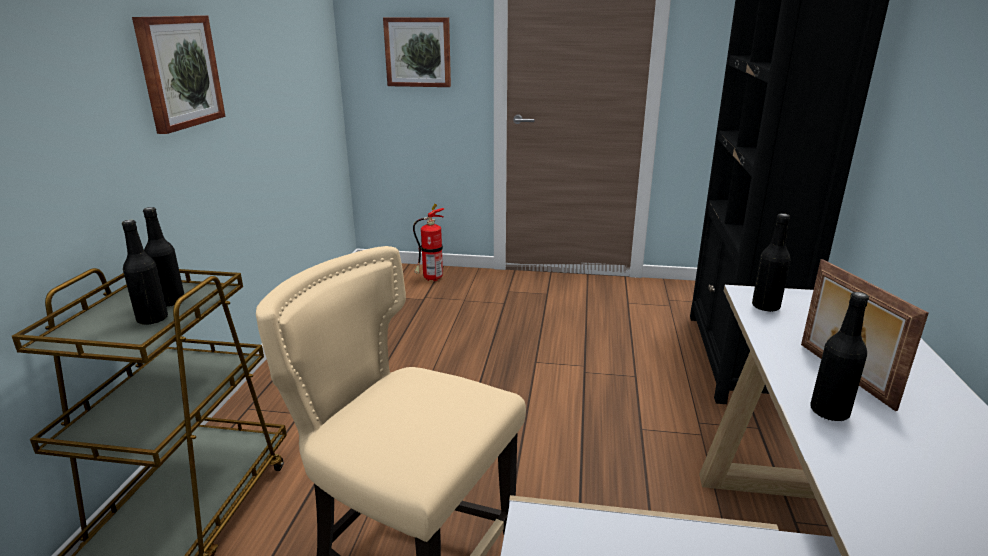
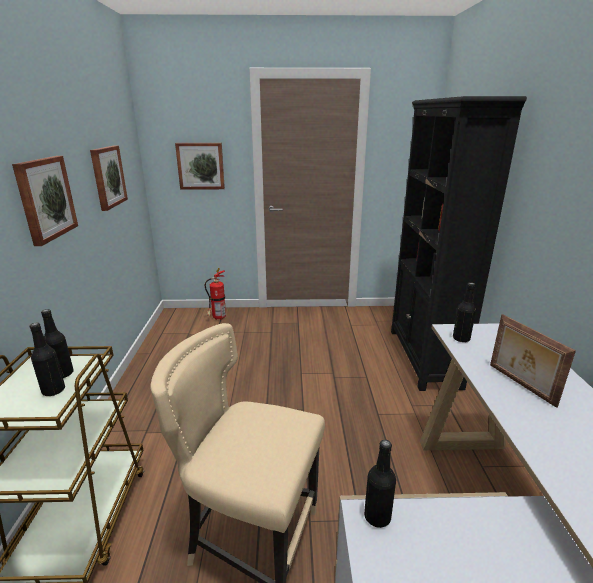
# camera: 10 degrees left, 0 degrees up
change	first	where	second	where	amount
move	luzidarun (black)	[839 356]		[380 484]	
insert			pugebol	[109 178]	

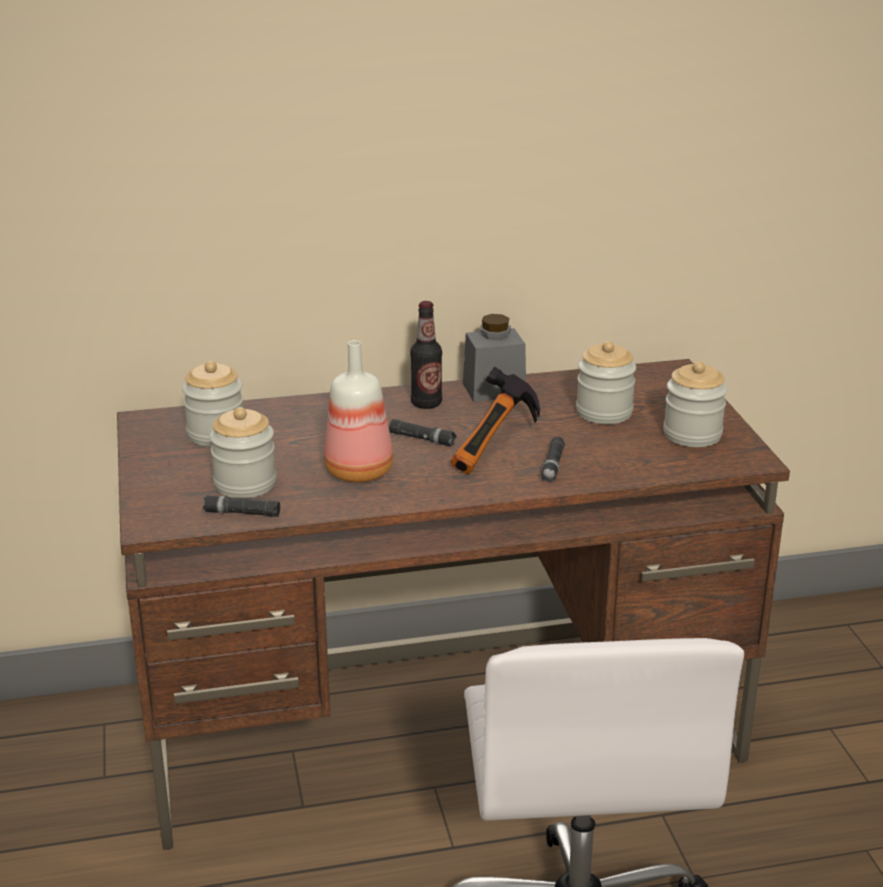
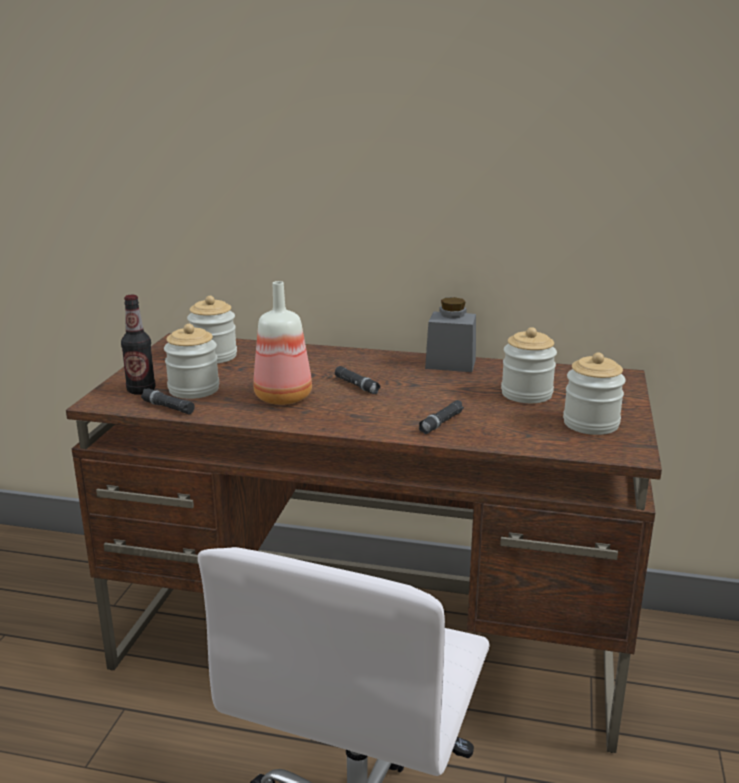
# camera: 25 degrees right, 5 degrees down
change	first	where	second	where	amount
move	luzidarun	[426 355]		[138 345]	
delete	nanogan	[495 420]			

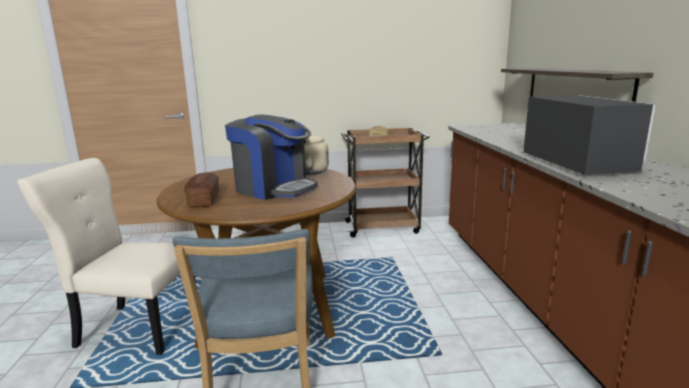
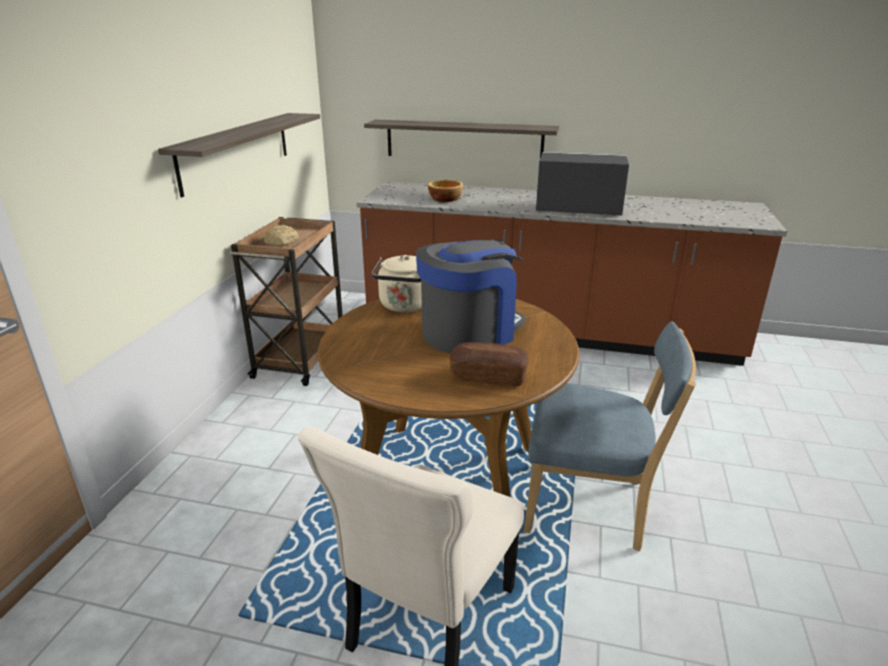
# camera: 70 degrees left, 10 degrees up
change	first	where	second	where	amount
insert			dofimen	[239 155]	
insert			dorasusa	[445 191]	

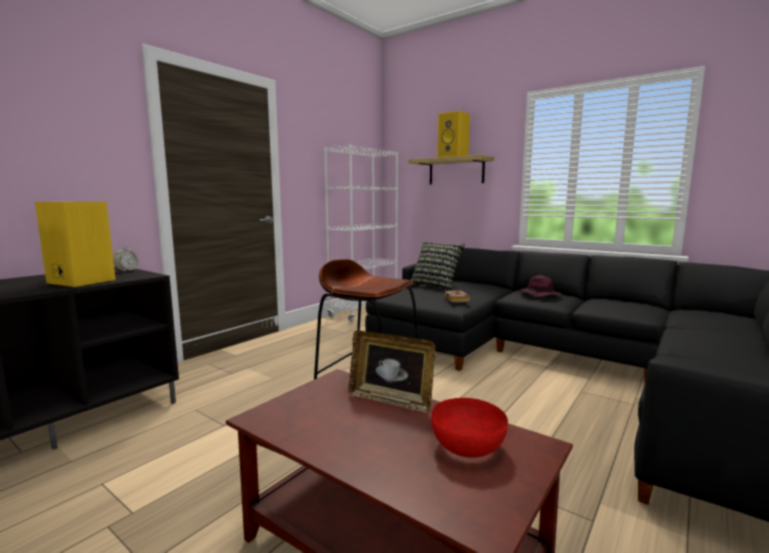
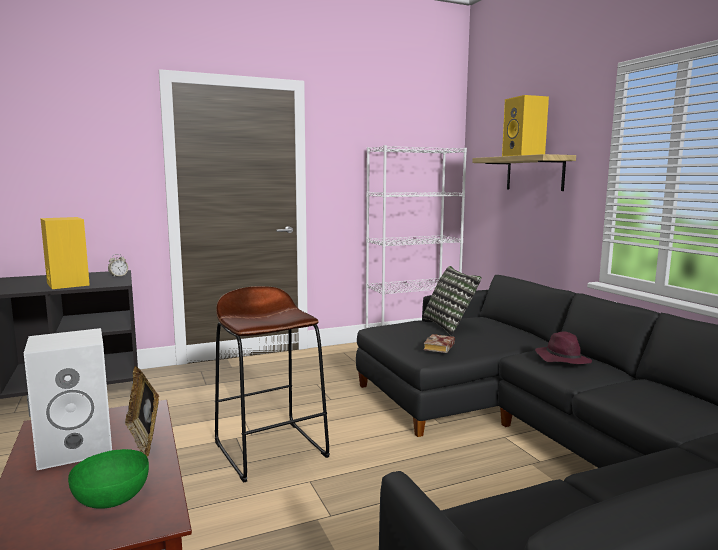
# camera: 30 degrees right, 0 degrees up
change	first	where	second	where	amount
recolor	dorasusa (red)	[469 428]	dorasusa (green)	[108 479]	
insert			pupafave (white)	[68 399]	

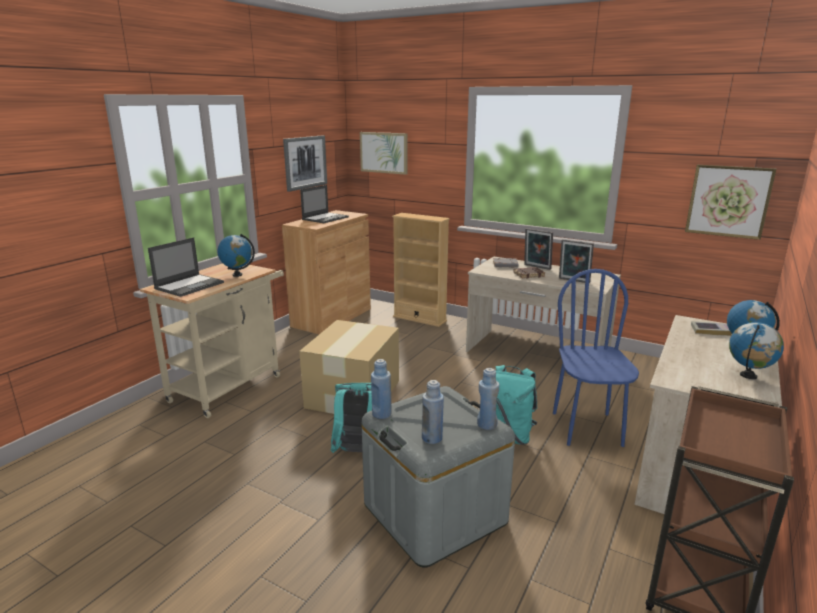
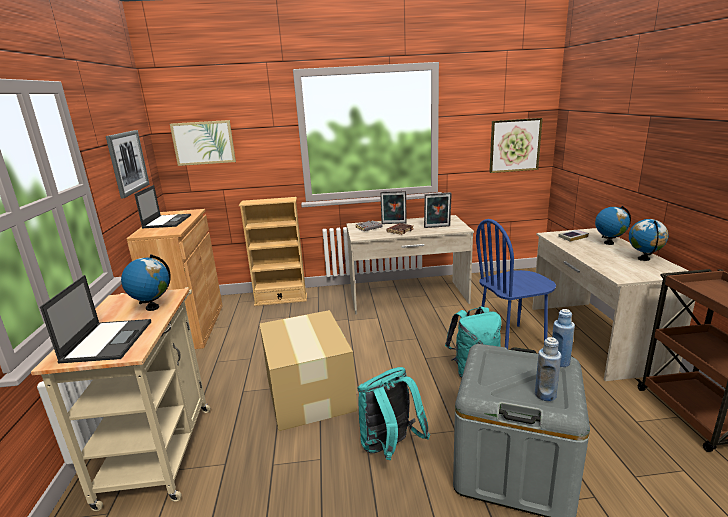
# camera: 35 degrees left, 0 degrees up
change	first	where	second	where	amount
delete	luzidarun (blue)	[381 389]			
rotate	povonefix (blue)	[596 358]		[516 284]	75 degrees counterclockwise

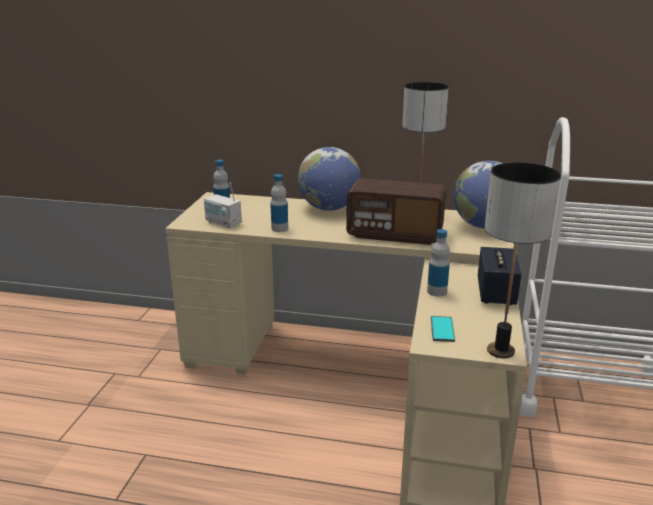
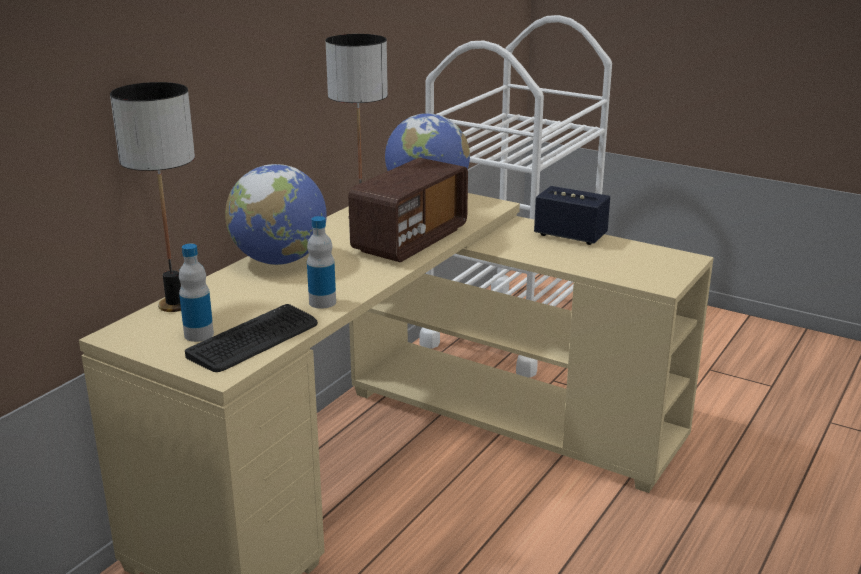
# camera: 70 degrees left, 0 degrees up
change	first	where	second	where	amount
replace	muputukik	[223 205]	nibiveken	[251 338]	
delete	luzidarun	[438 263]			
delete	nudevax	[443 329]			
move	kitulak	[523 260]		[152 197]	

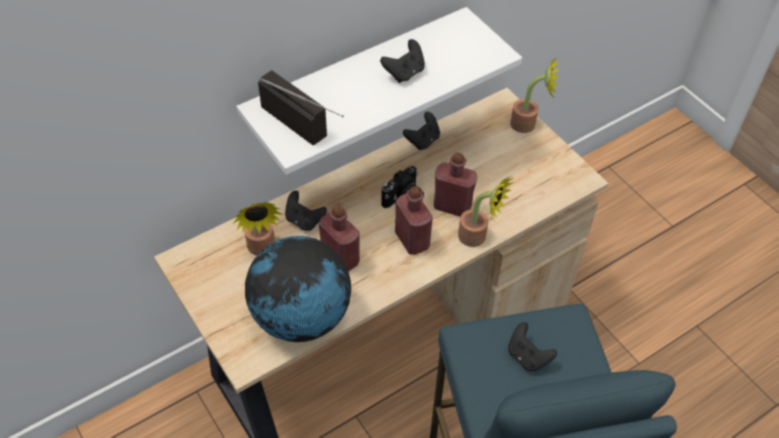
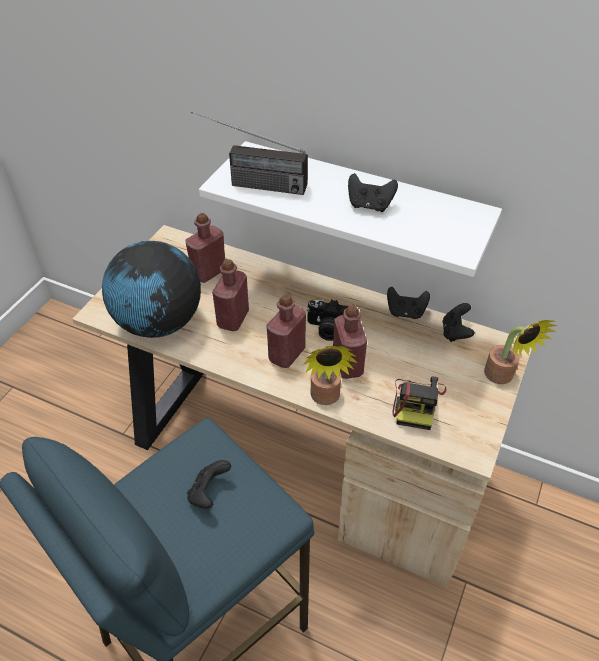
# camera: 60 degrees right, 5 degrees down
change	first	where	second	where	amount
replace	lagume	[258 229]	luzidarun (red)	[205 248]	
rotate	muputukik	[301 107]		[249 153]	90 degrees clockwise
move	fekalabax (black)	[306 210]		[458 322]	
insert			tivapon	[419 403]	

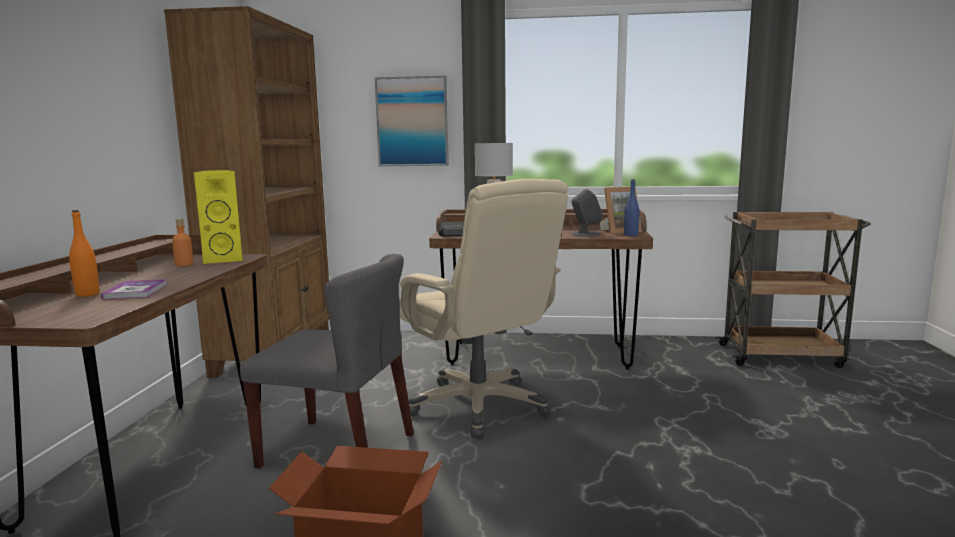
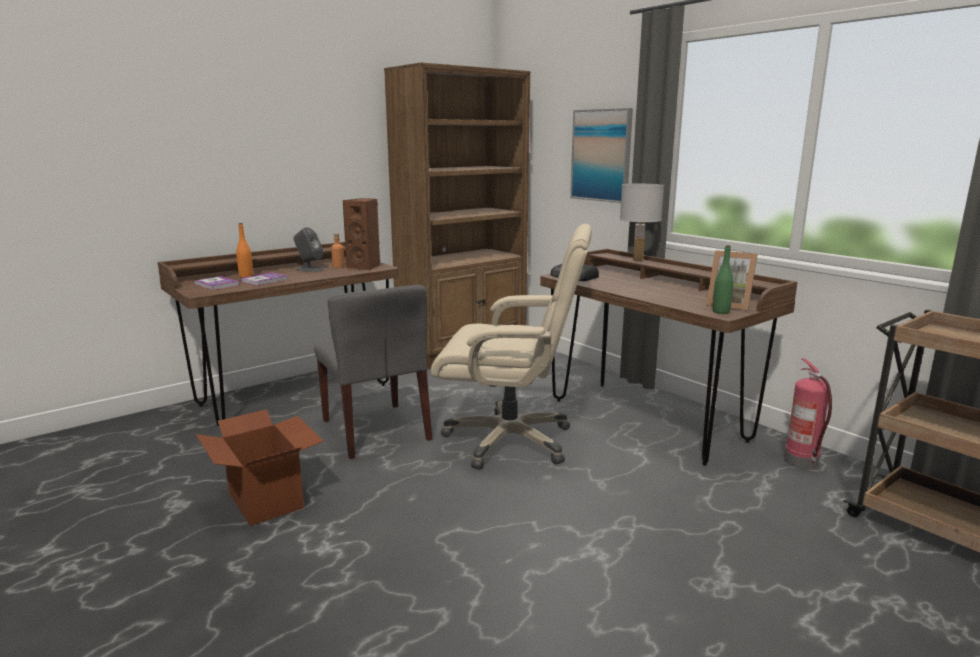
# camera: 45 degrees right, 5 degrees up
change	first	where	second	where	amount
recolor	pupafave (yellow)	[218 217]	pupafave (brown)	[361 234]	
rotate	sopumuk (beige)	[483 308]		[511 346]	90 degrees counterclockwise
move	pupafave (grey)	[586 213]		[308 249]	
recolor	luzidarun (blue)	[631 207]	luzidarun (green)	[723 279]	
insert			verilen	[217 283]	
insert			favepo	[808 414]	

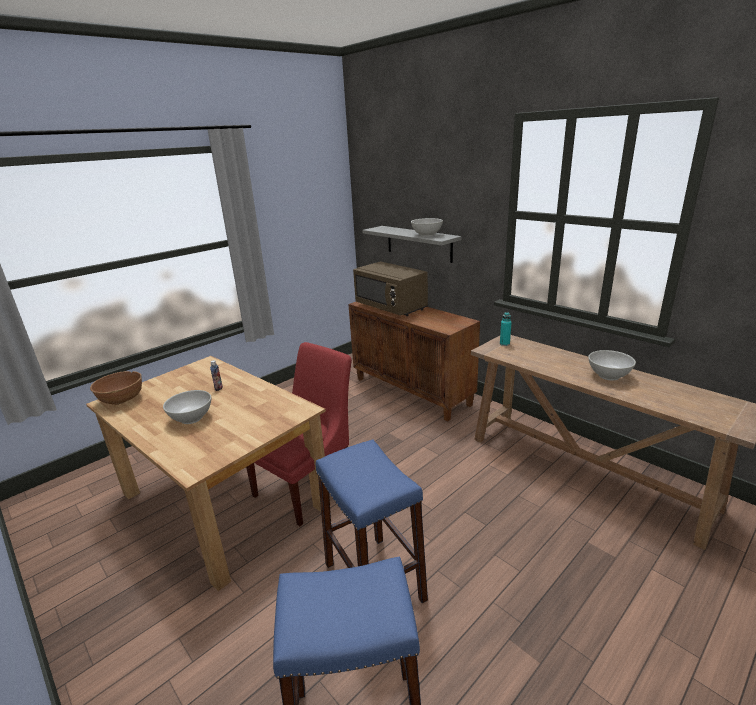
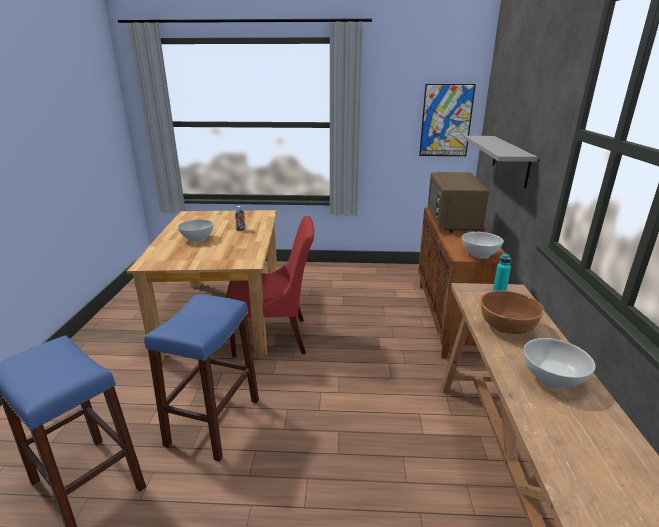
# camera: 45 degrees right, 0 degrees up
change	first	where	second	where	amount
move	dorasusa (brown)	[116 388]		[512 312]	
move	dorasusa (white)	[427 227]		[483 245]	
insert			pugebol	[447 120]	

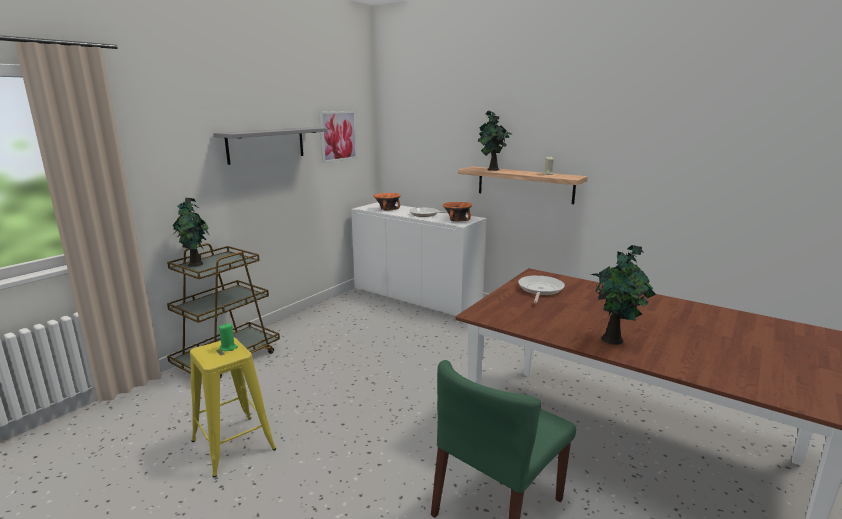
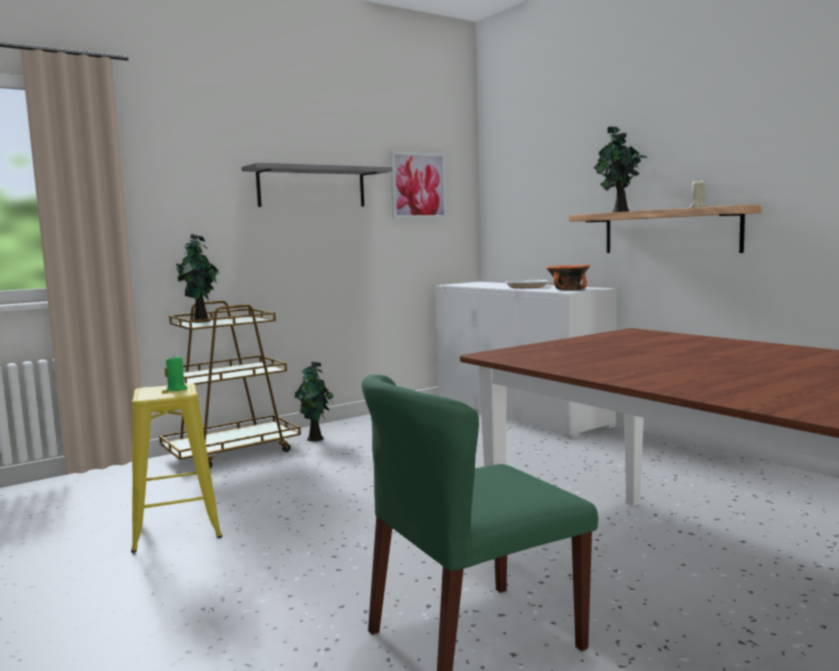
# camera: 20 degrees right, 10 degrees down
change	first	where	second	where	amount
delete	dorasusa (orange)	[387 202]			
delete	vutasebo	[541 289]			
move	lagume	[623 295]		[314 401]	

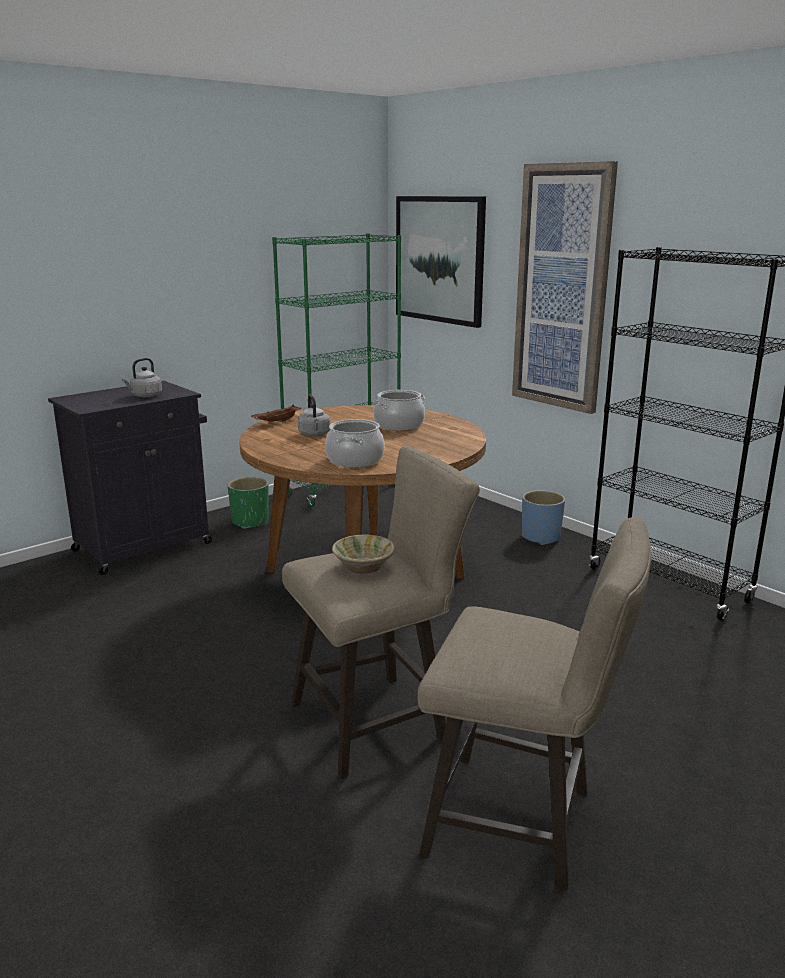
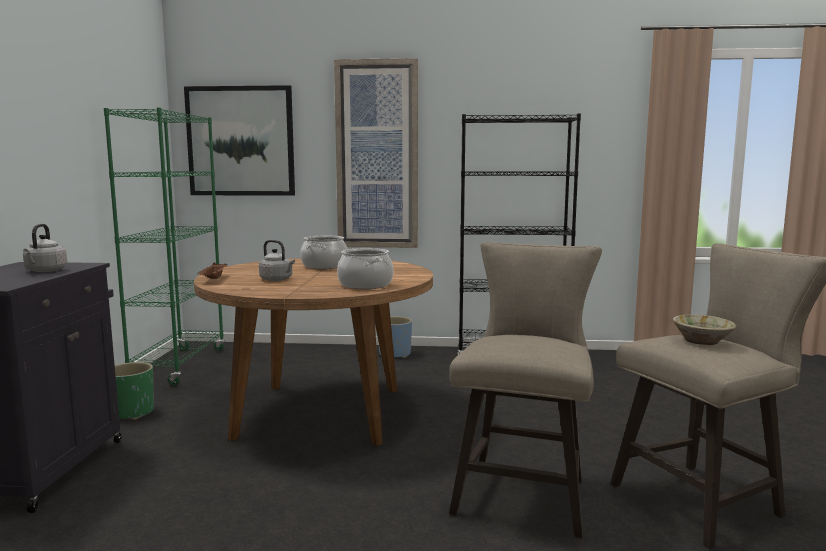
# camera: 45 degrees left, 10 degrees down
change	first	where	second	where	amount
move	dorasusa (beige)	[363 554]		[704 330]	

